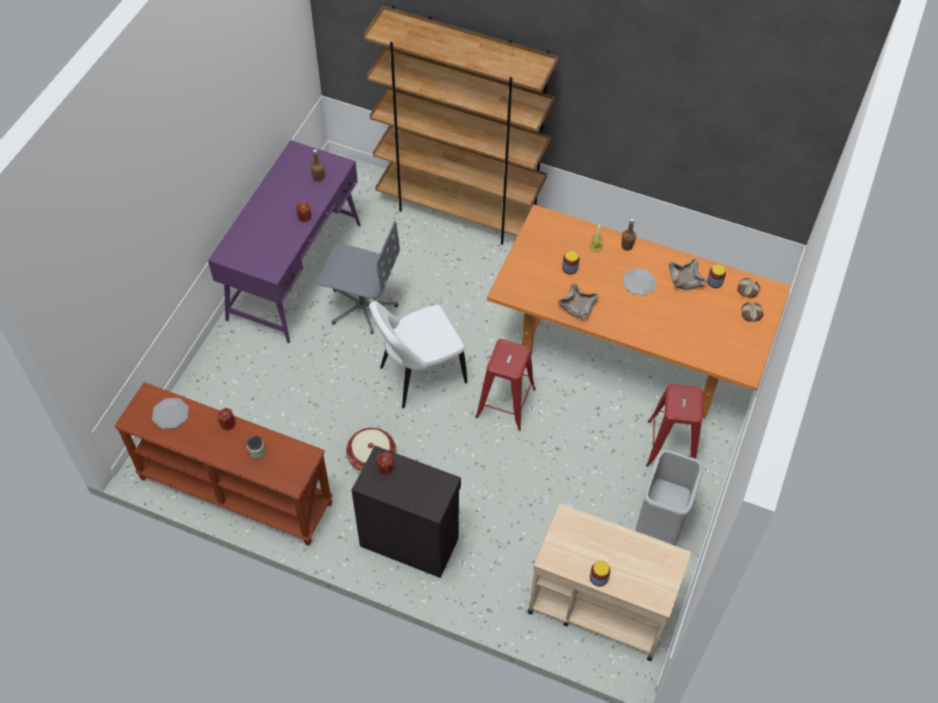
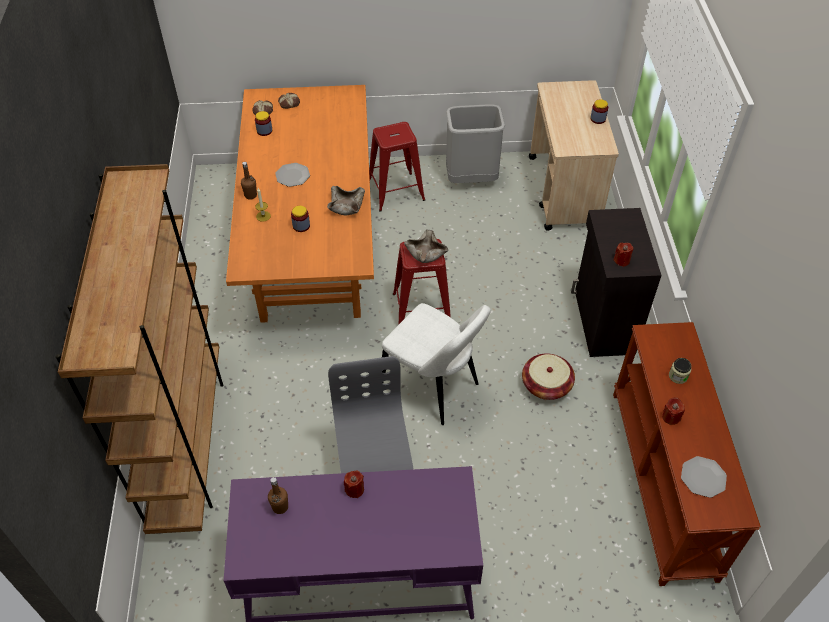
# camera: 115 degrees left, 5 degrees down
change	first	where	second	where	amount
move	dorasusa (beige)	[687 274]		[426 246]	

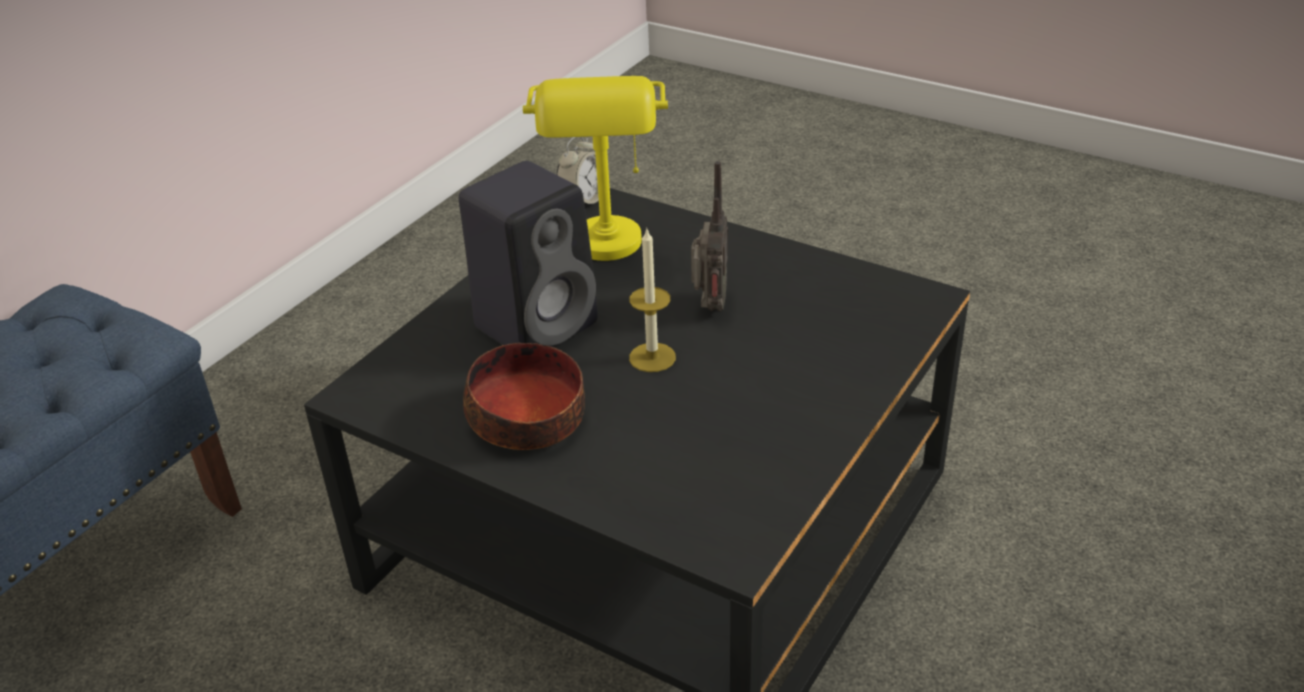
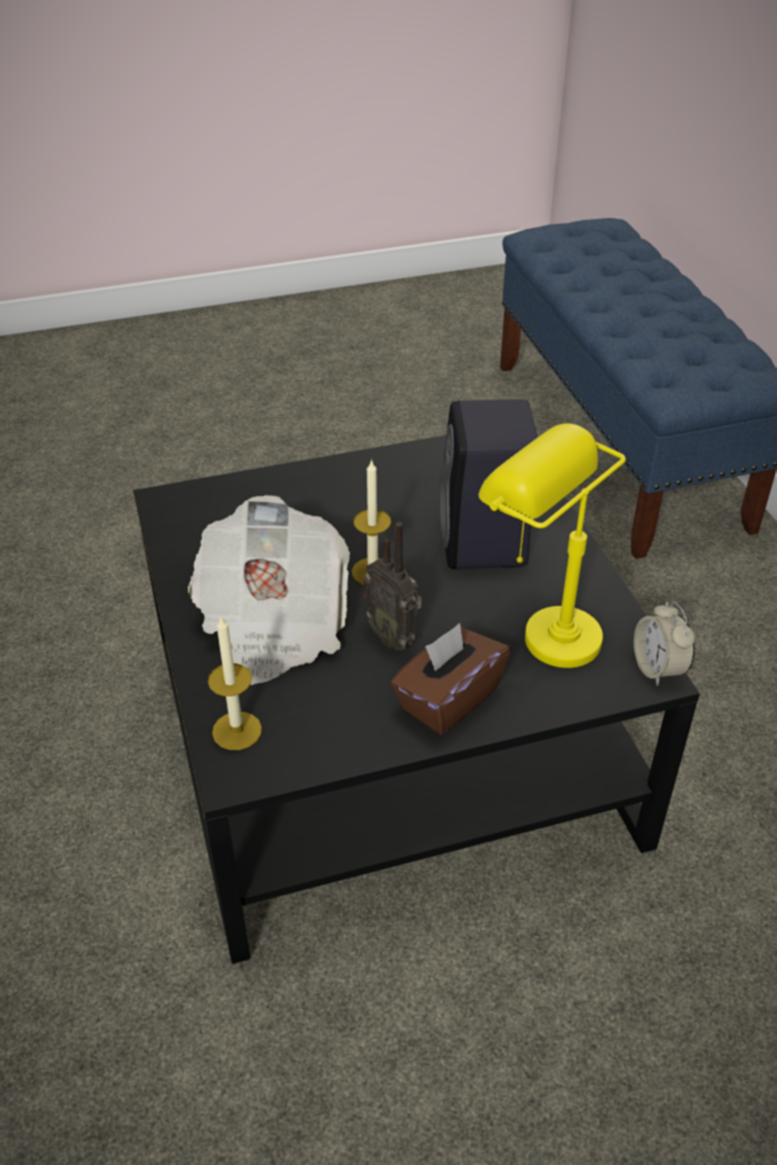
# camera: 130 degrees right, 5 degrees up
change	first	where	second	where	amount
delete	dorasusa	[524 396]			
insert			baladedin	[268 590]	
insert			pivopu	[235 683]	
insert			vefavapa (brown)	[450 679]	

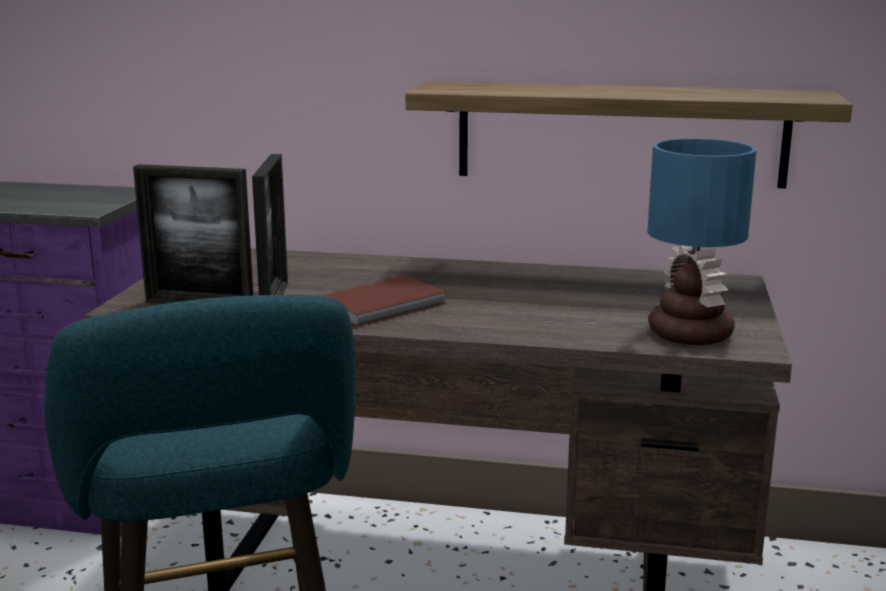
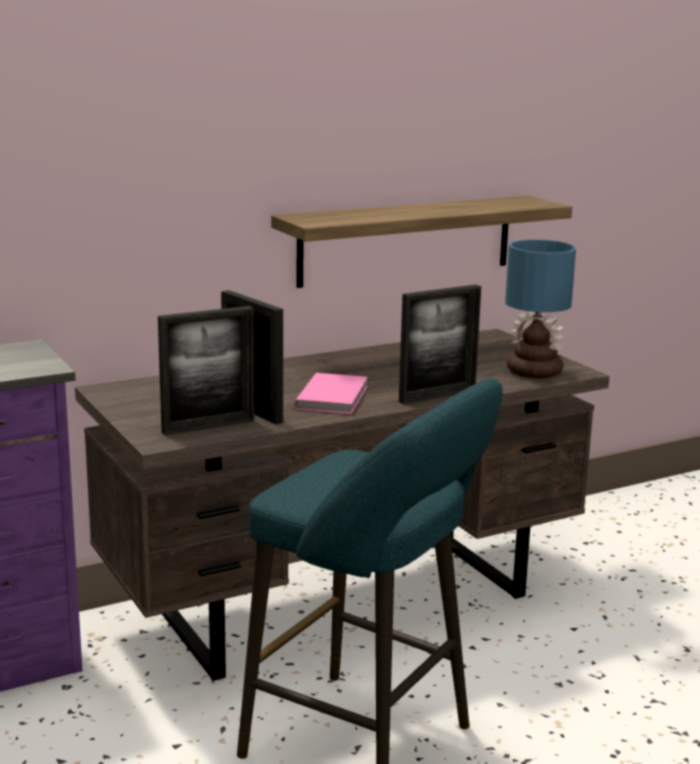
# camera: 40 degrees left, 0 degrees up
change	first	where	second	where	amount
recolor	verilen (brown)	[384 301]	verilen (pink)	[331 393]	
insert			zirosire	[440 344]	

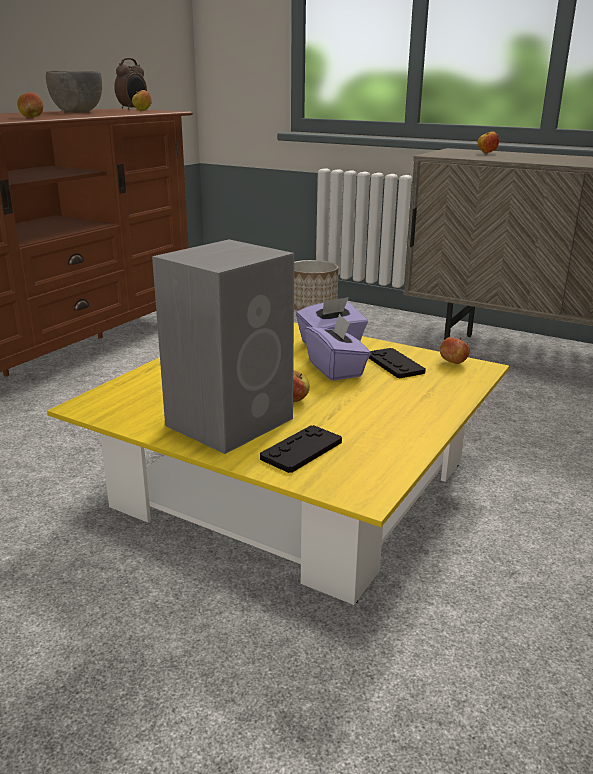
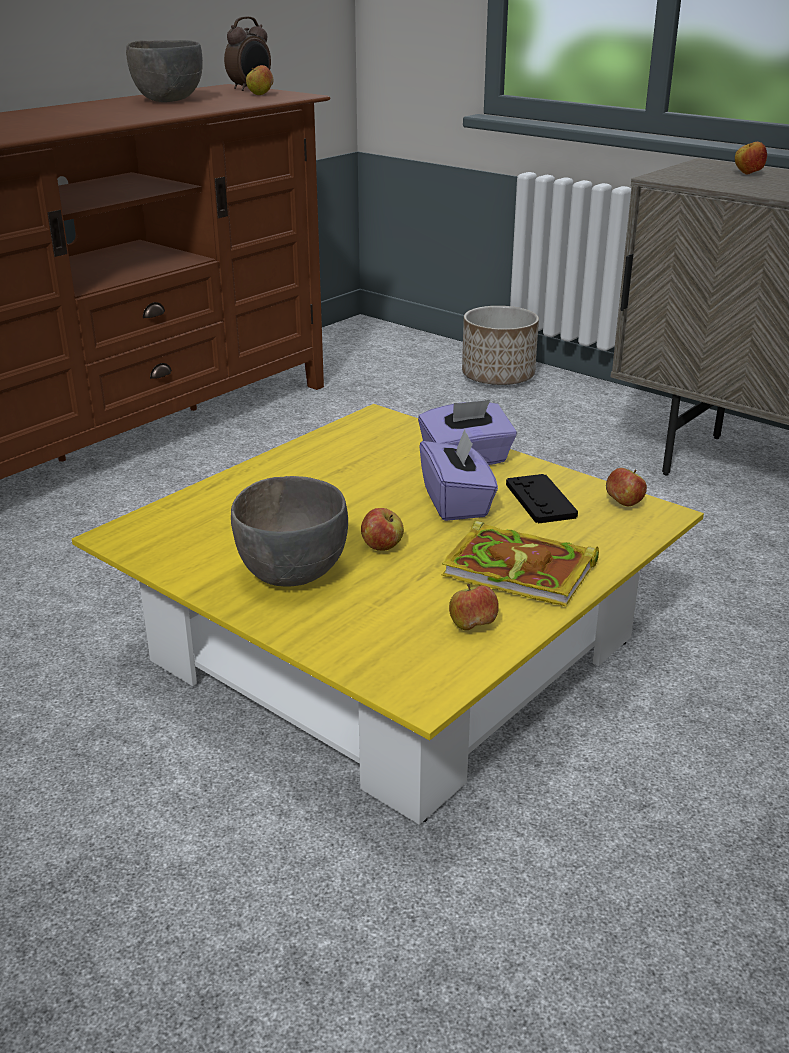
# camera: 10 degrees right, 5 degrees up
change	first	where	second	where	amount
move	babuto	[30 105]		[474 607]	
replace	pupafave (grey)	[223 346]	dorasusa (grey)	[289 531]	
delete	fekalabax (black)	[301 449]			
insert			verilen	[520 563]	

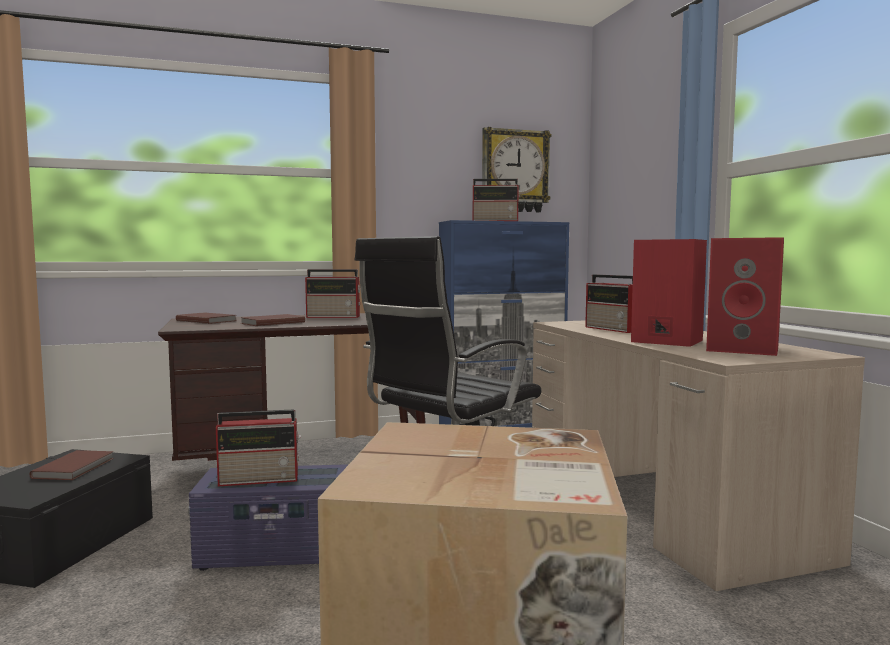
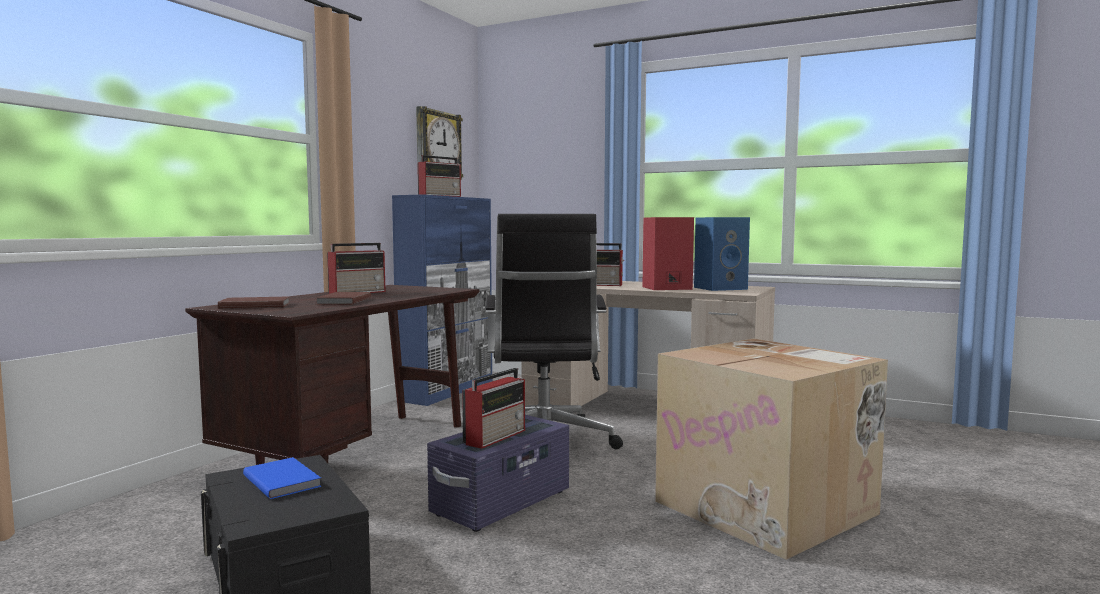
# camera: 45 degrees left, 0 degrees up
change	first	where	second	where	amount
recolor	verilen (brown)	[72 465]	verilen (blue)	[282 478]	
recolor	pupafave (red)	[745 296]	pupafave (blue)	[722 254]	

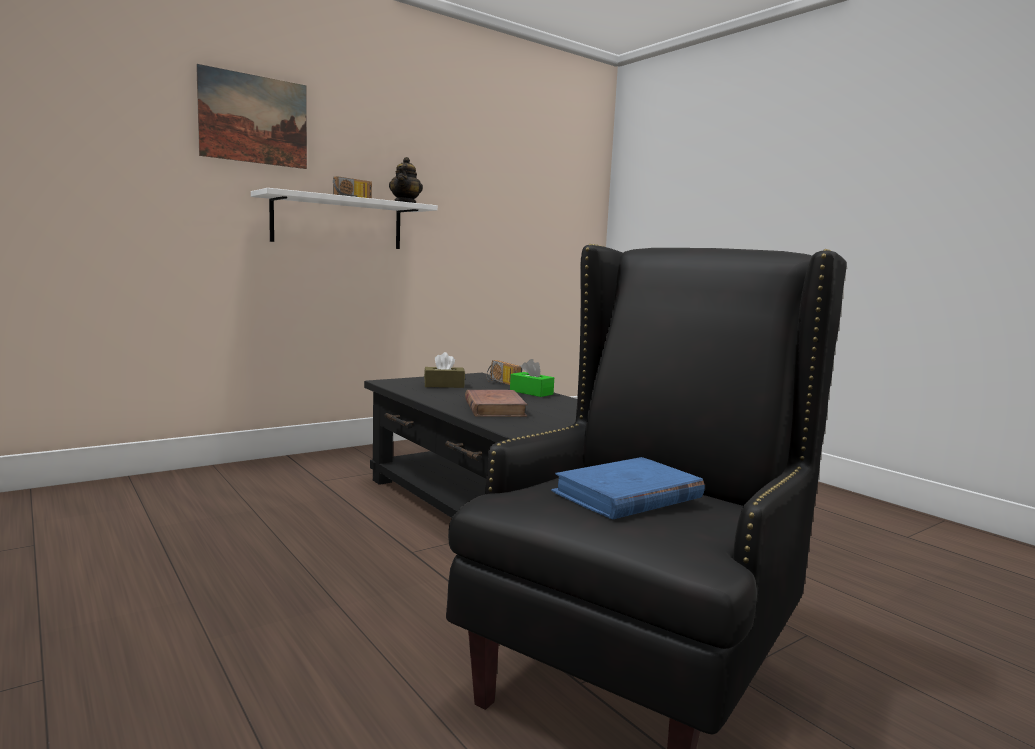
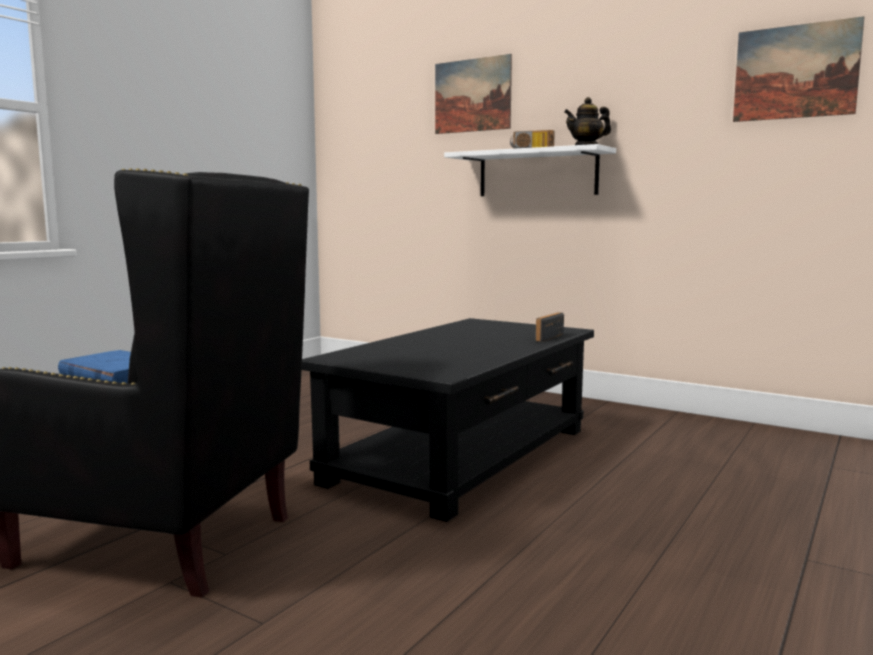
# camera: 70 degrees right, 0 degrees up
change	first	where	second	where	amount
delete	vefavapa (brown)	[444 370]			
delete	verilen (brown)	[496 403]			
delete	vefavapa (green)	[532 378]			
insert			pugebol	[798 69]	

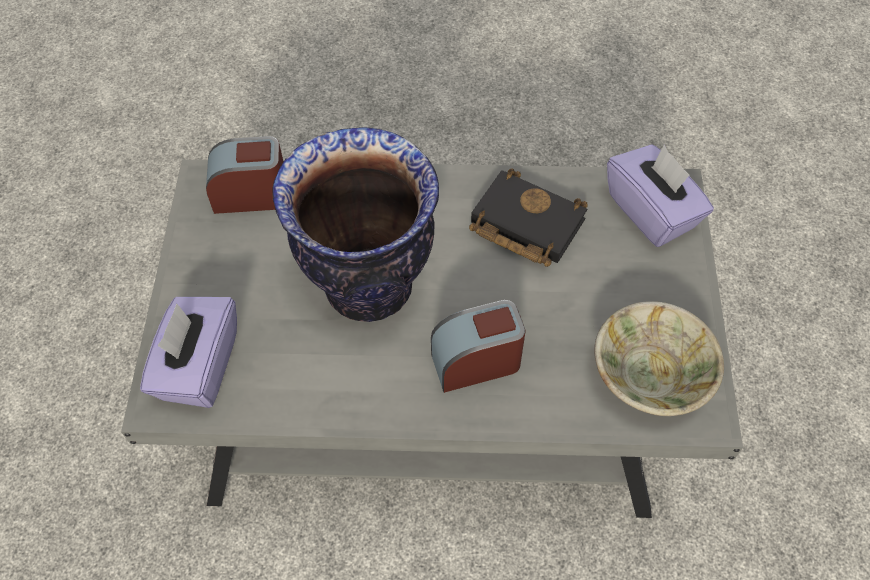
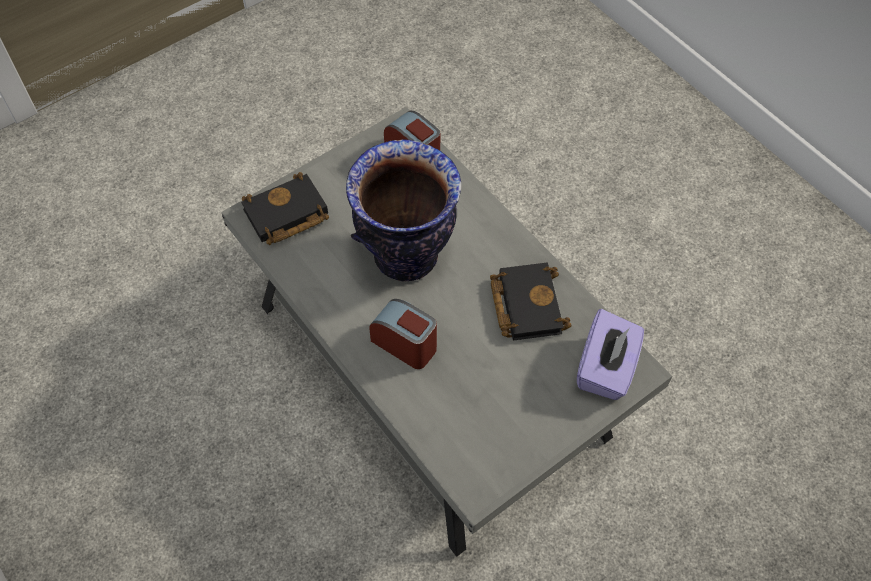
# camera: 50 degrees right, 0 degrees up
change	first	where	second	where	amount
replace	vefavapa (purple)	[188 352]	verilen (black)	[285 208]	
delete	dorasusa (beige)	[659 358]			

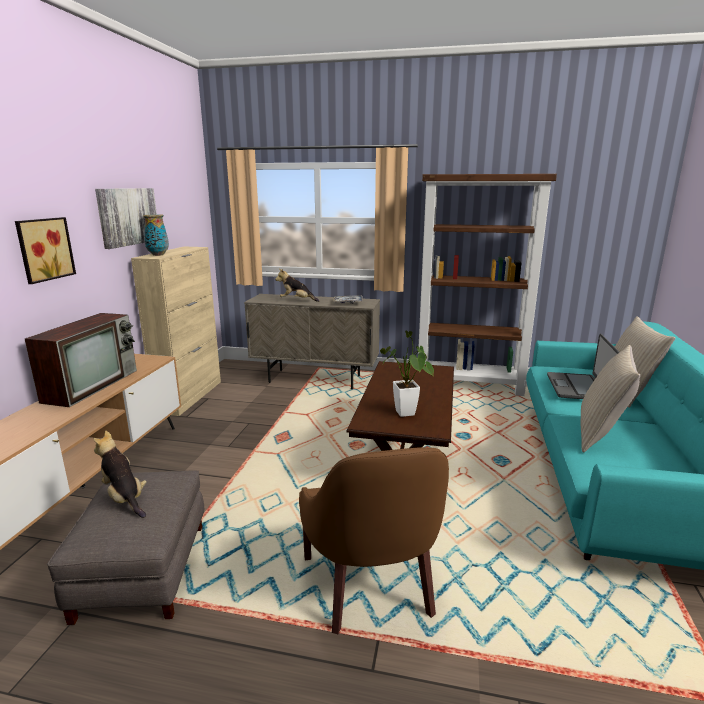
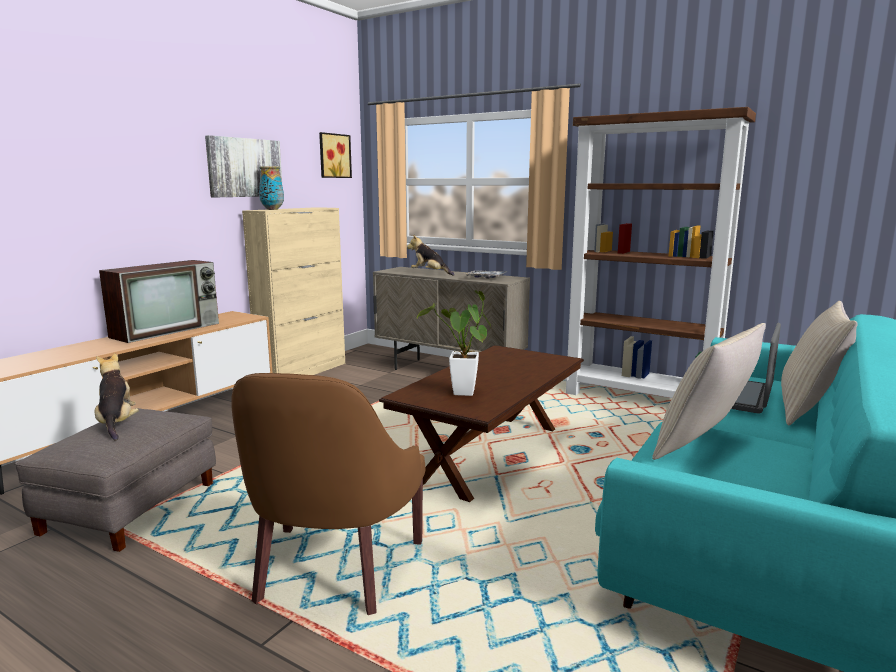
# camera: 20 degrees right, 5 degrees down
change	first	where	second	where	amount
move	pugebol	[45 250]		[335 155]	

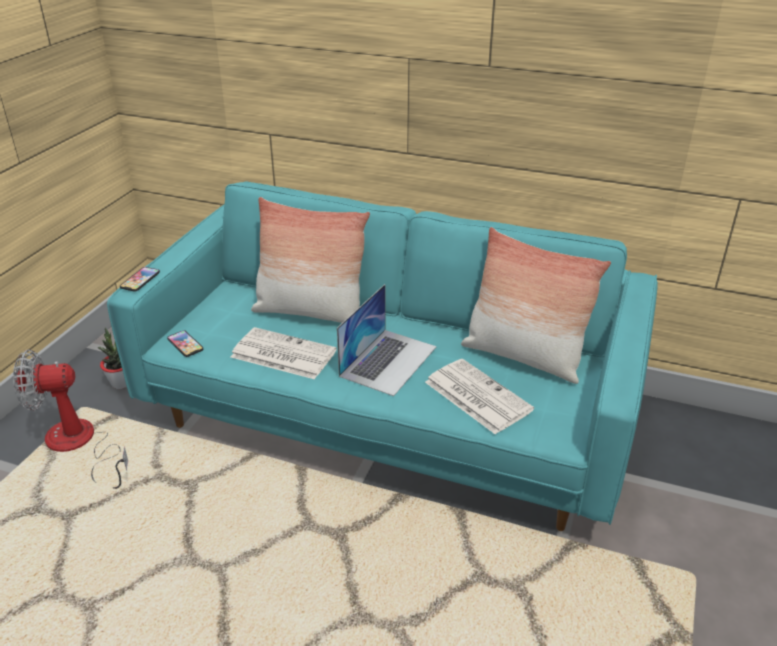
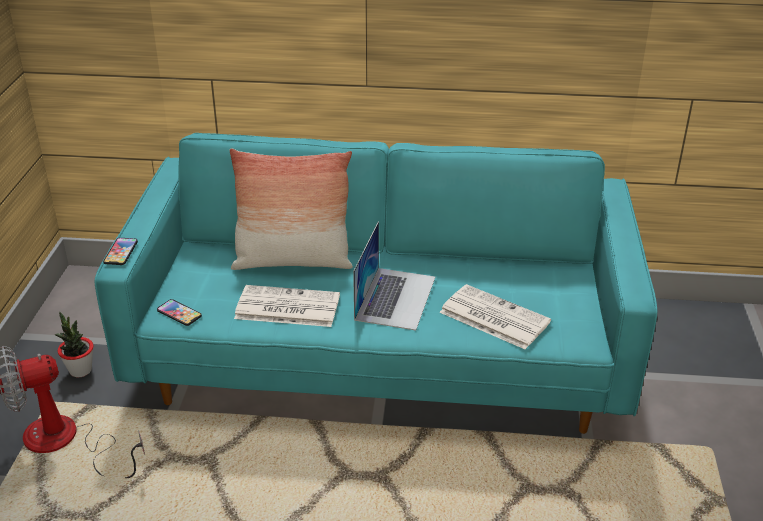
# camera: 15 degrees left, 0 degrees up
change	first	where	second	where	amount
delete	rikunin	[536 305]			

